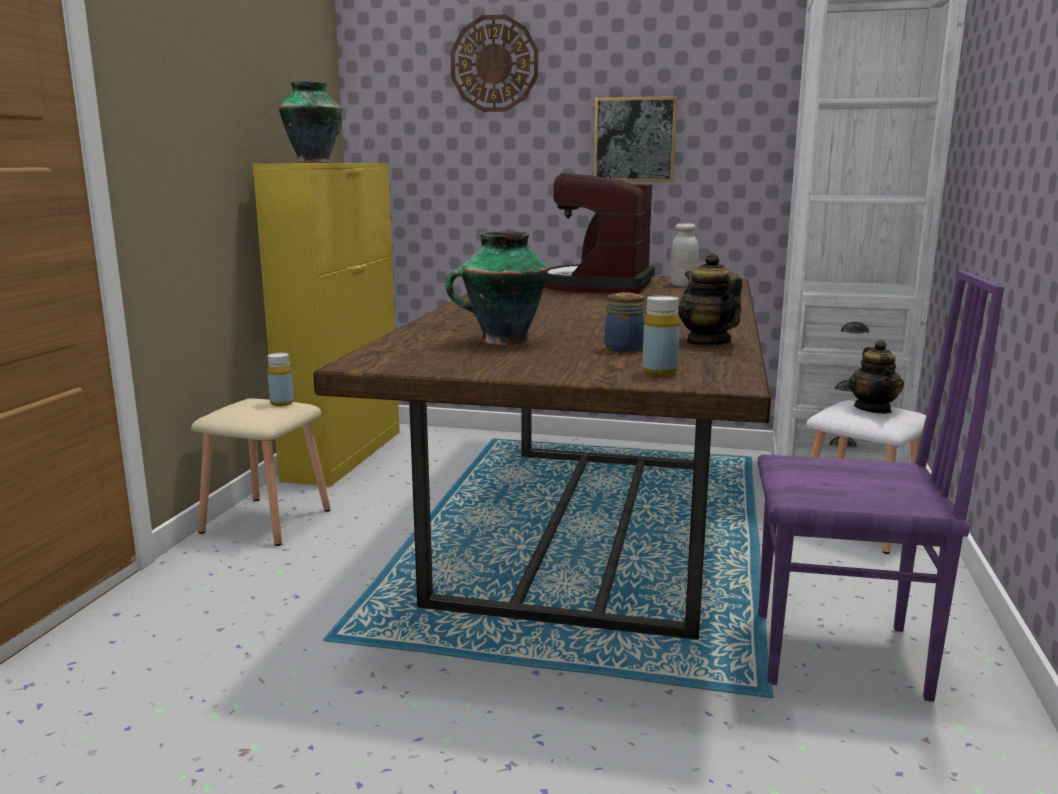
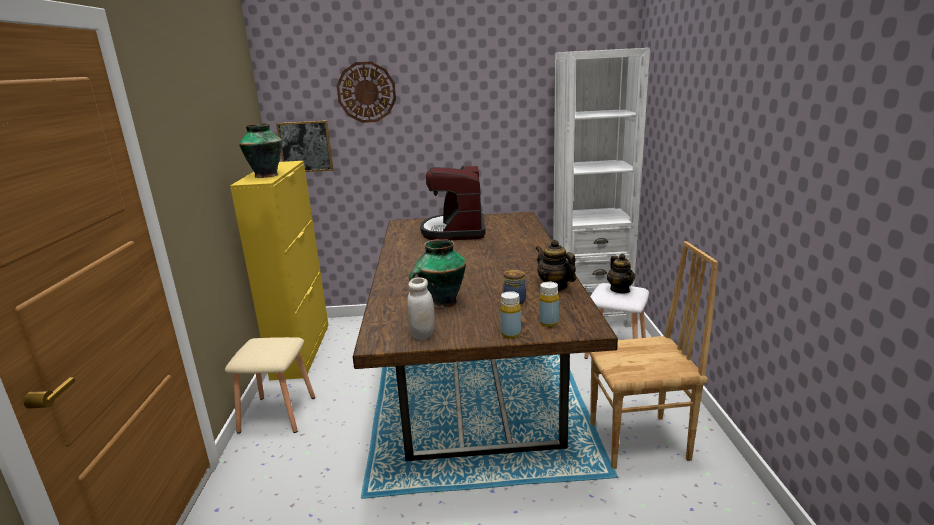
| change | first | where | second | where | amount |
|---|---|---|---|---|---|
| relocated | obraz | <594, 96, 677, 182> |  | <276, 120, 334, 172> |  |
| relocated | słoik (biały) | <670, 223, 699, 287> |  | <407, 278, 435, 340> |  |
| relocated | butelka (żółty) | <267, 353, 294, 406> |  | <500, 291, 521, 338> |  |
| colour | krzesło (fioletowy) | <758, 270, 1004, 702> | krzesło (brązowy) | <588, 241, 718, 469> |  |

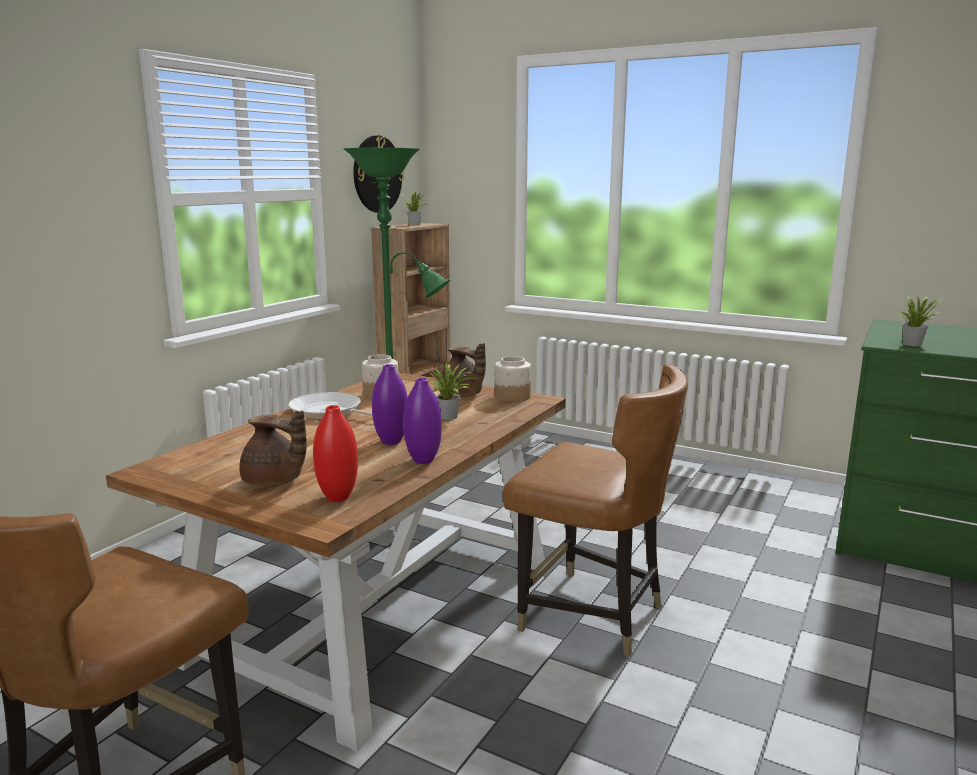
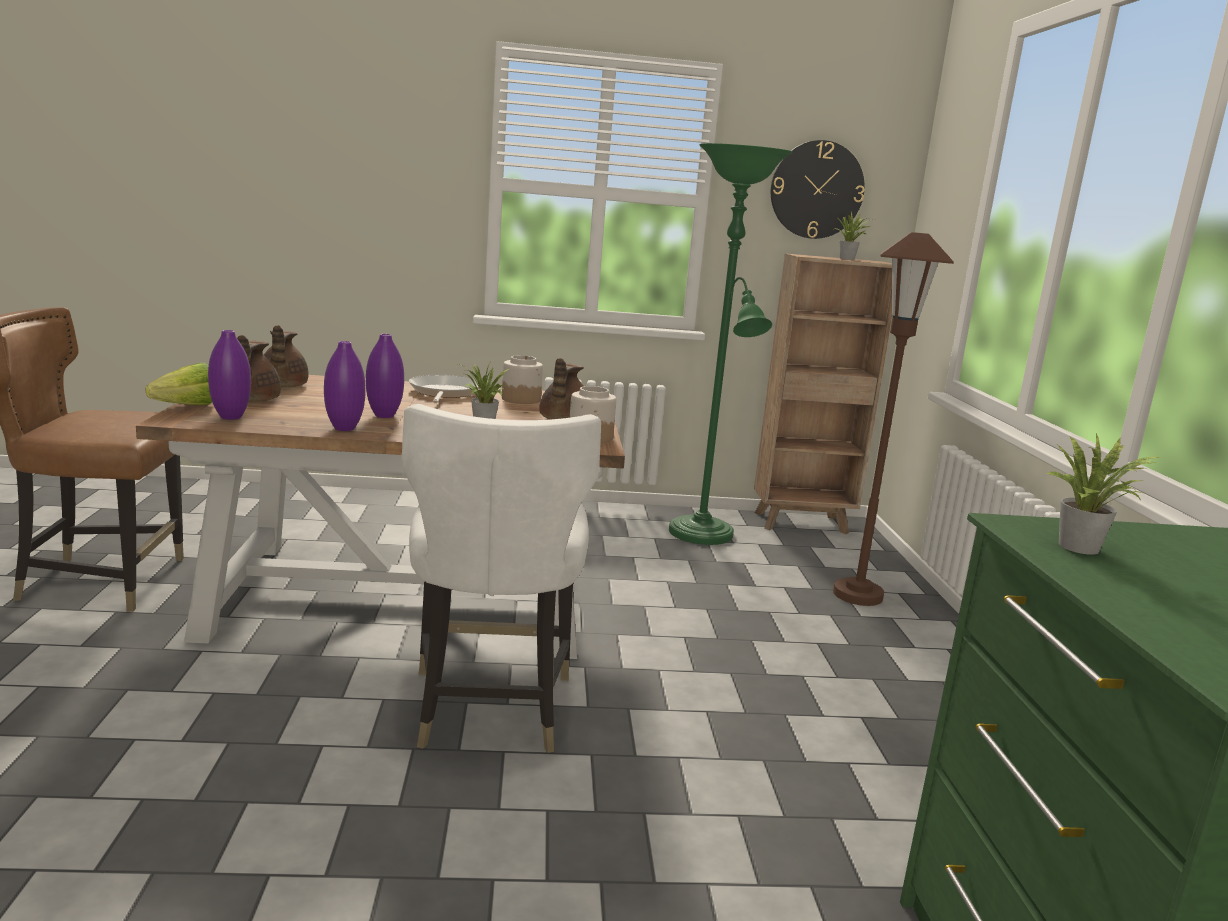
| change | first | where | second | where | amount |
|---|---|---|---|---|---|
| appeared |  |  | sałata | <146, 363, 212, 405> |  |
| colour | wazon (czerwony) | <313, 405, 358, 502> | wazon (fioletowy) | <208, 330, 251, 420> |  |
| appeared |  |  | imbryk (brązowy) | <264, 325, 309, 387> |  |
| colour | krzesło (brązowy) | <503, 365, 688, 657> | krzesło (biały) | <402, 404, 601, 753> |  |
| appeared |  |  | lampa stojąca (brązowy) | <833, 232, 954, 606> |  |

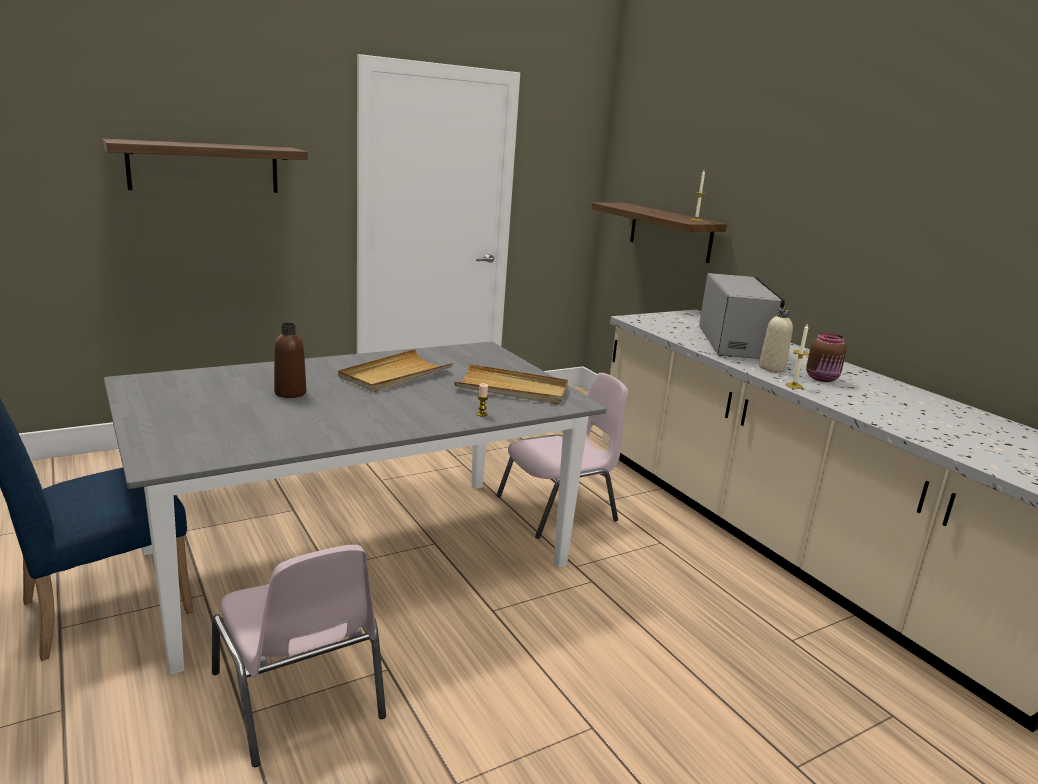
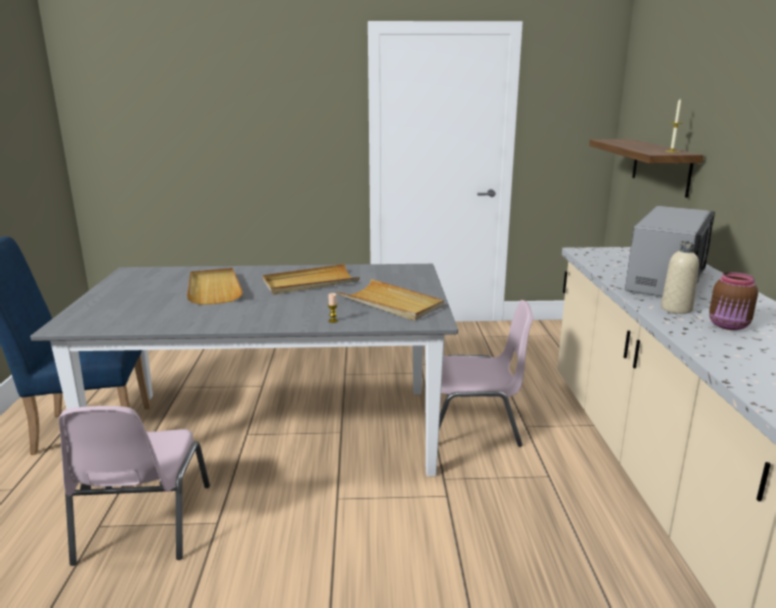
| change | first | where | second | where | amount |
|---|---|---|---|---|---|
| exchanged | butelka (brązowy) | <274, 323, 306, 398> | taca (beżowy) | <187, 268, 243, 305> |  |
| missing | półka | <102, 139, 308, 193> |  |  |  |
| missing | świeca | <785, 324, 809, 389> |  |  |  |

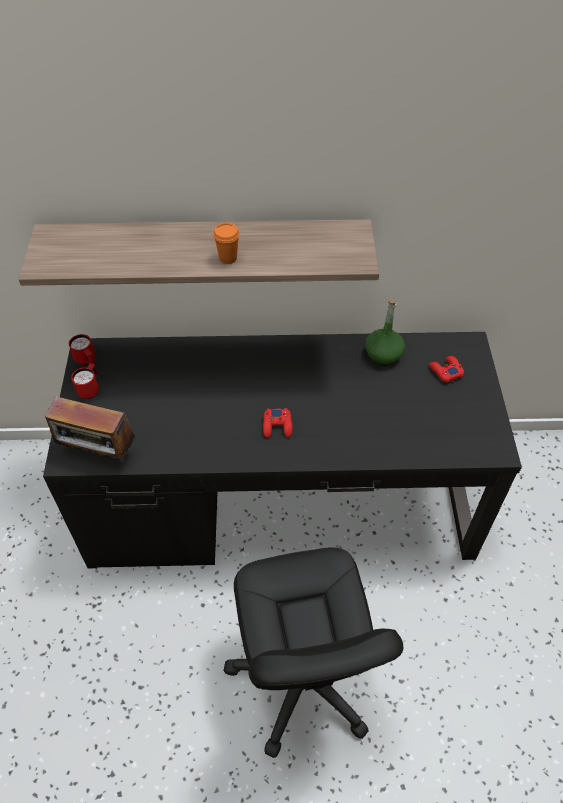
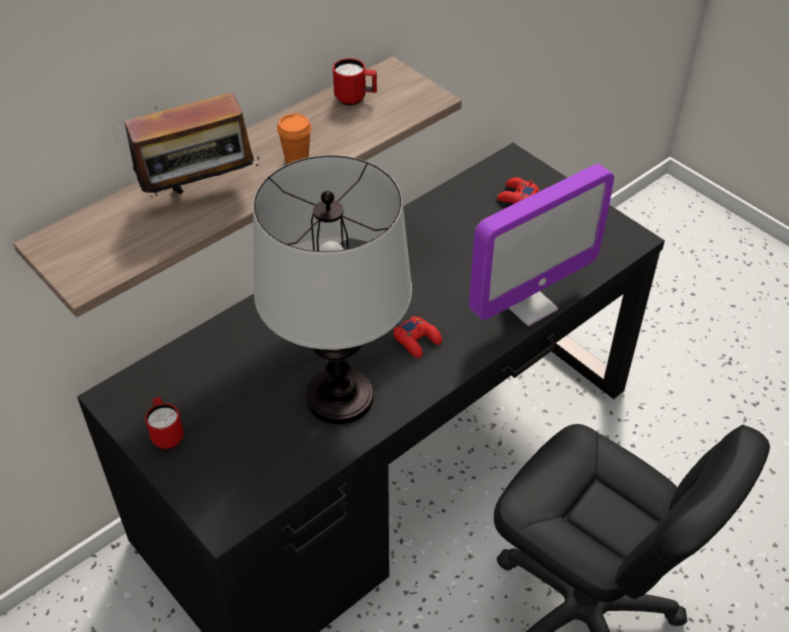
| change | first | where | second | where | amount |
|---|---|---|---|---|---|
| relocated | radio | <45, 396, 135, 464> |  | <113, 90, 261, 200> |  |
| appeared |  |  | lampa stołowa | <253, 155, 412, 424> |  |
| relocated | kubek (czerwony) | <69, 334, 95, 365> |  | <333, 58, 377, 105> |  |
| appeared |  |  | monitor | <469, 164, 614, 326> |  |
| missing | butelka (zielony) | <365, 299, 405, 366> |  |  |  |

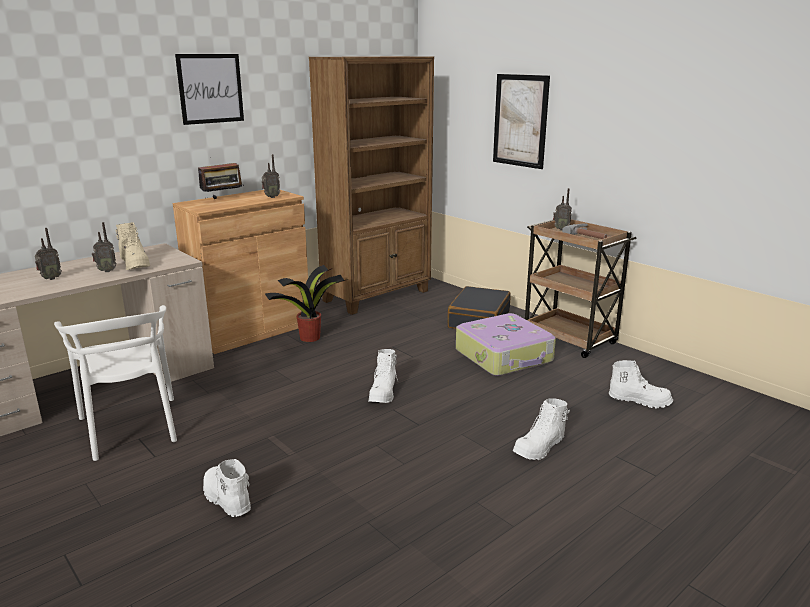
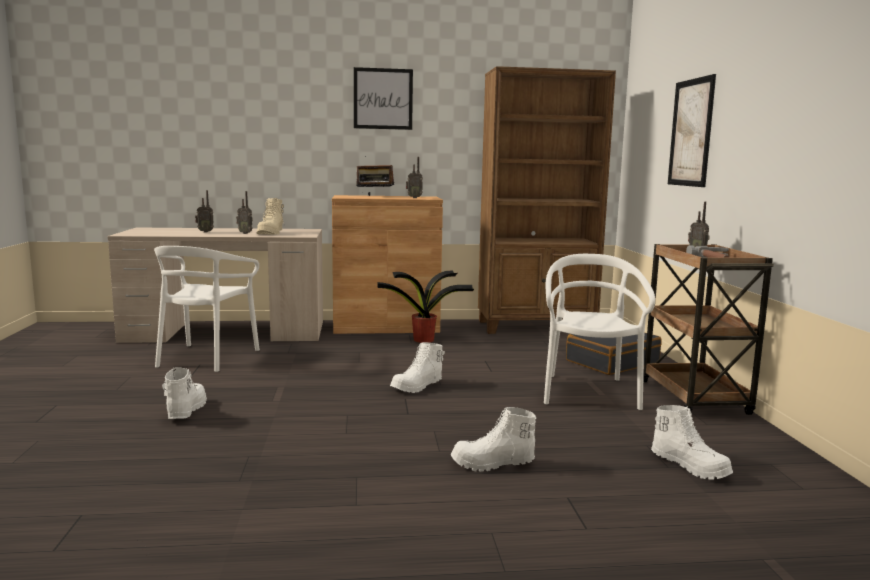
| change | first | where | second | where | amount |
|---|---|---|---|---|---|
| exchanged | walizka | <456, 313, 556, 376> | krzesło (biały) | <544, 254, 655, 410> |  |

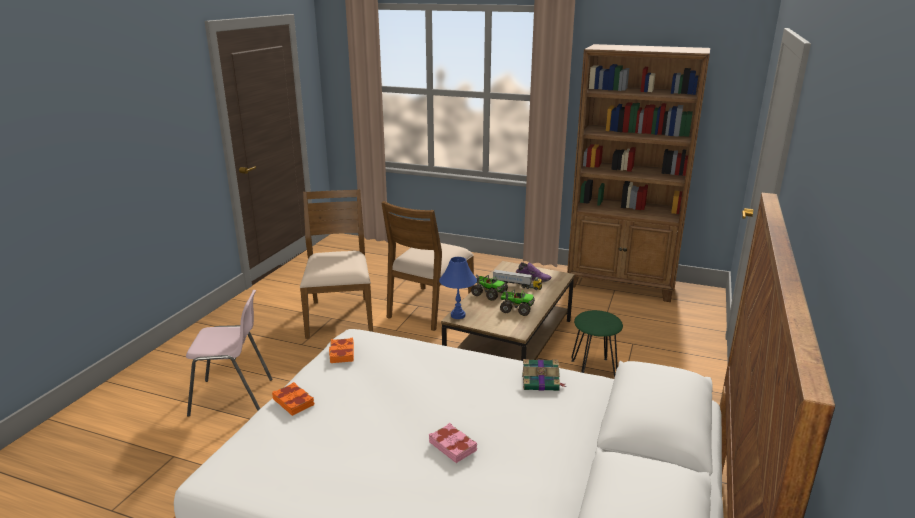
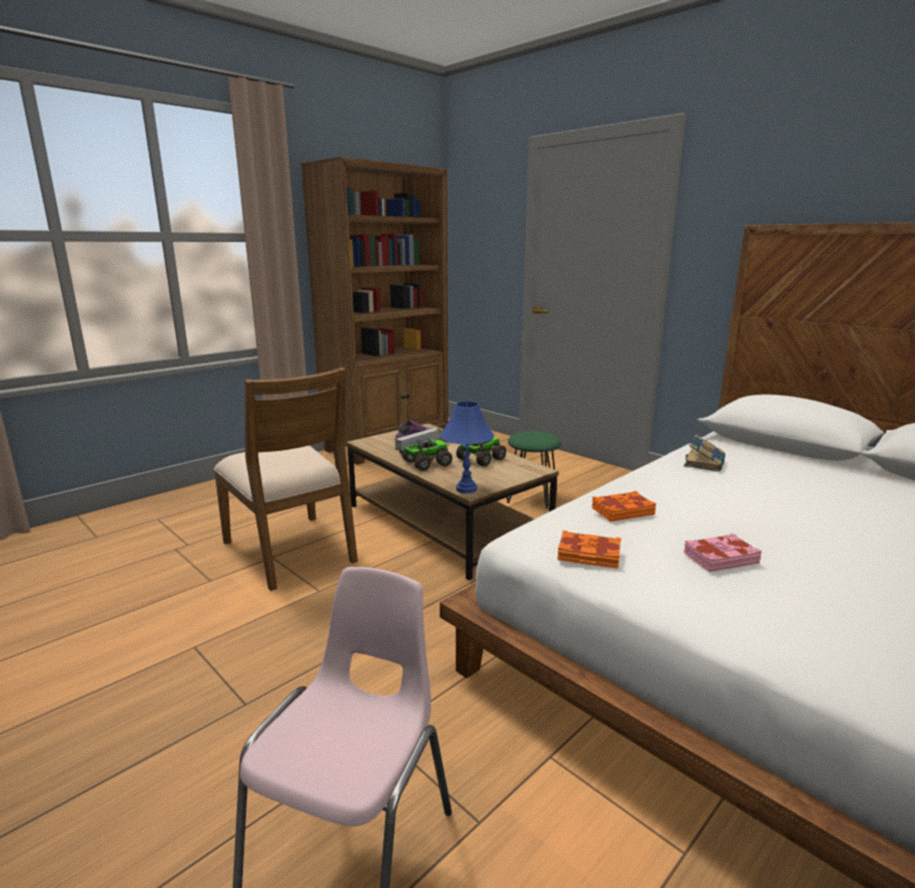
| change | first | where | second | where | amount |
|---|---|---|---|---|---|
| relocated | książka (pomarańczowy) | <272, 382, 314, 416> |  | <592, 491, 656, 522> |  |
| relocated | książka (różowy) | <429, 423, 477, 463> |  | <684, 533, 761, 572> |  |
| missing | krzesło (brązowy) | <300, 189, 373, 339> |  |  |  |

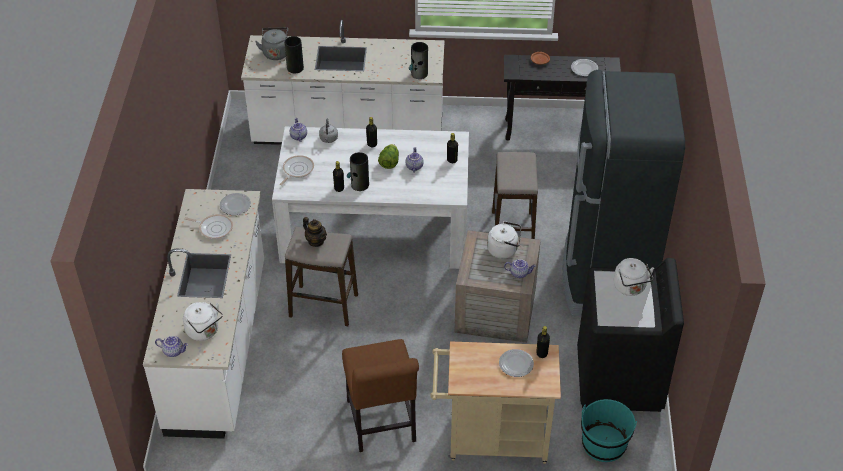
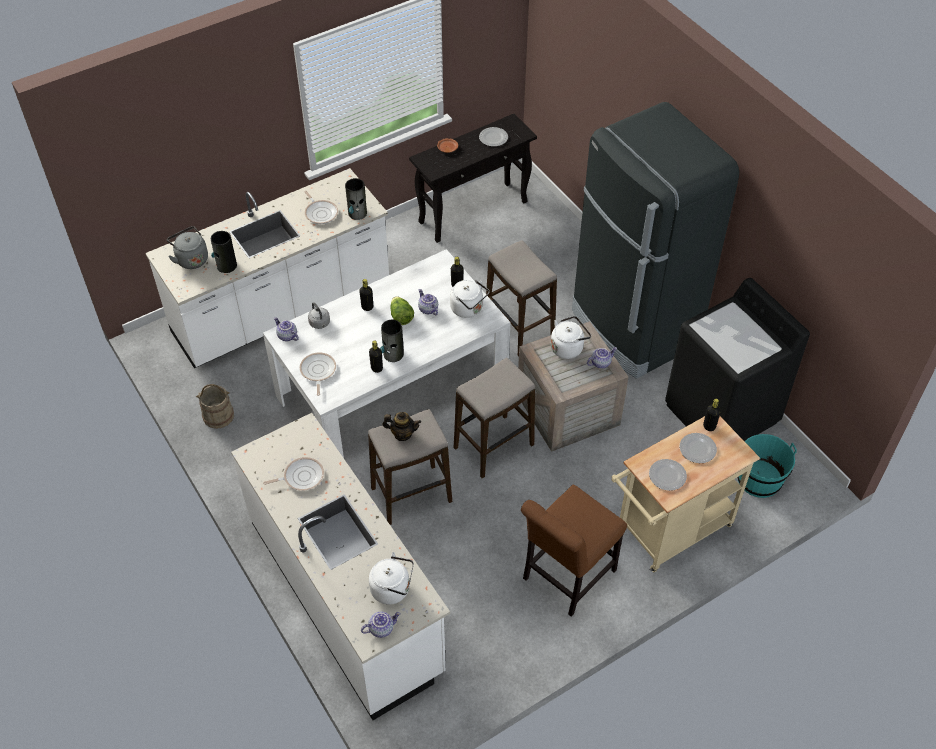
| change | first | where | second | where | amount |
|---|---|---|---|---|---|
| appeared |  |  | wiadro (beżowy) | <196, 384, 234, 429> |  |
| appeared |  |  | patelnia | <304, 191, 338, 224> |  |
| relocated | czajnik (biały) | <614, 258, 654, 296> |  | <450, 280, 490, 318> |  |
| appeared |  |  | stołek | <454, 358, 535, 478> |  |
| spun | krzesło (brązowy) | <342, 339, 419, 452> |  | <521, 485, 627, 617> | 90 degrees clockwise |
| relocated | talerz | <220, 193, 251, 215> |  | <649, 459, 687, 491> |  |

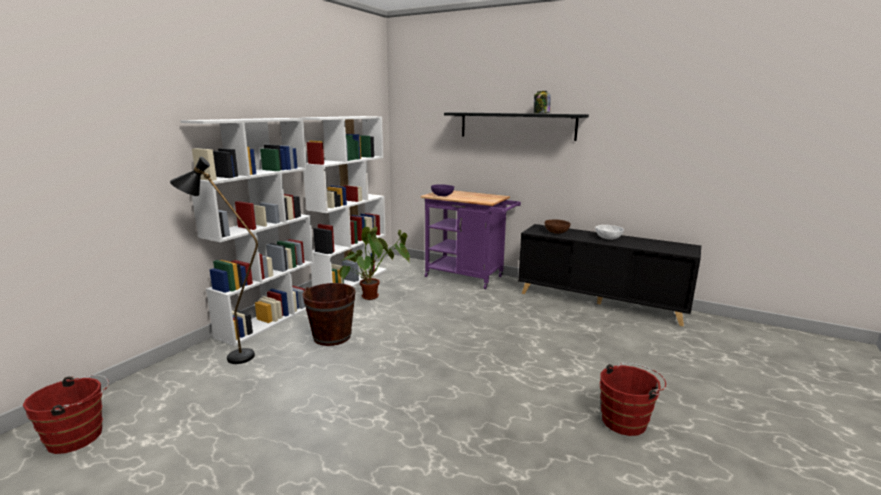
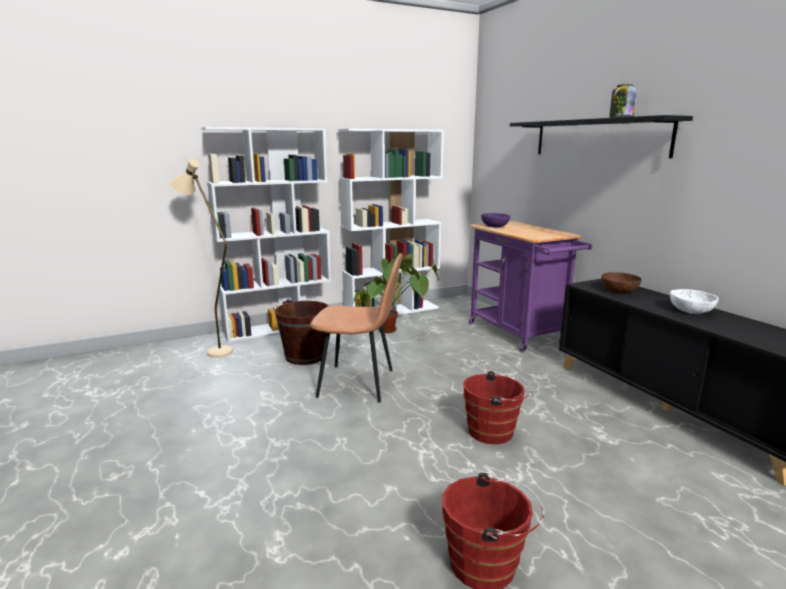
| change | first | where | second | where | amount |
|---|---|---|---|---|---|
| colour | lampa stojąca (czarny) | <170, 156, 258, 364> | lampa stojąca (beżowy) | <170, 158, 233, 358> |  |
| appeared |  |  | krzesło (brązowy) | <310, 253, 403, 402> |  |
| relocated | wiadro (czerwony) | <23, 375, 109, 454> |  | <463, 371, 532, 444> |  |

